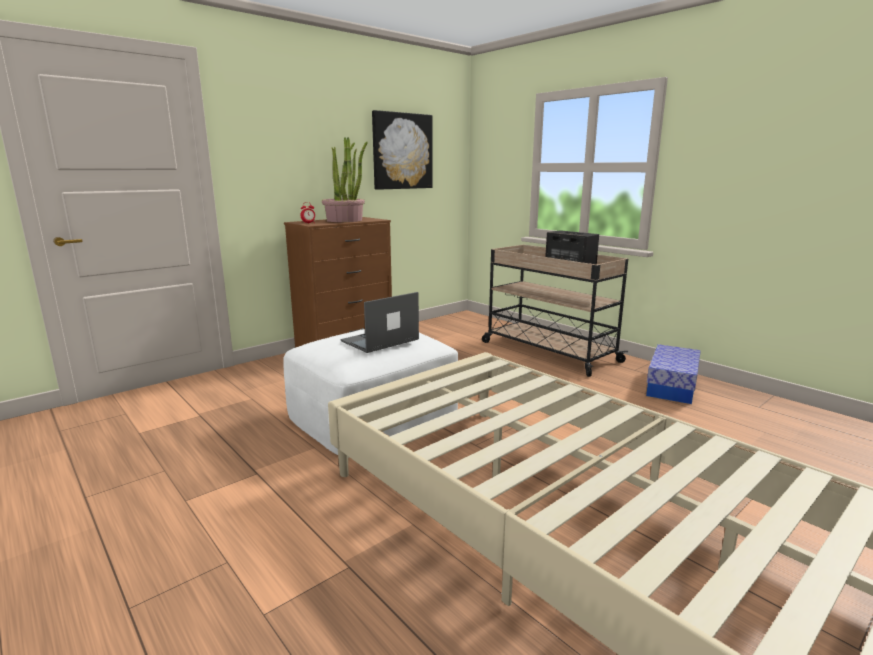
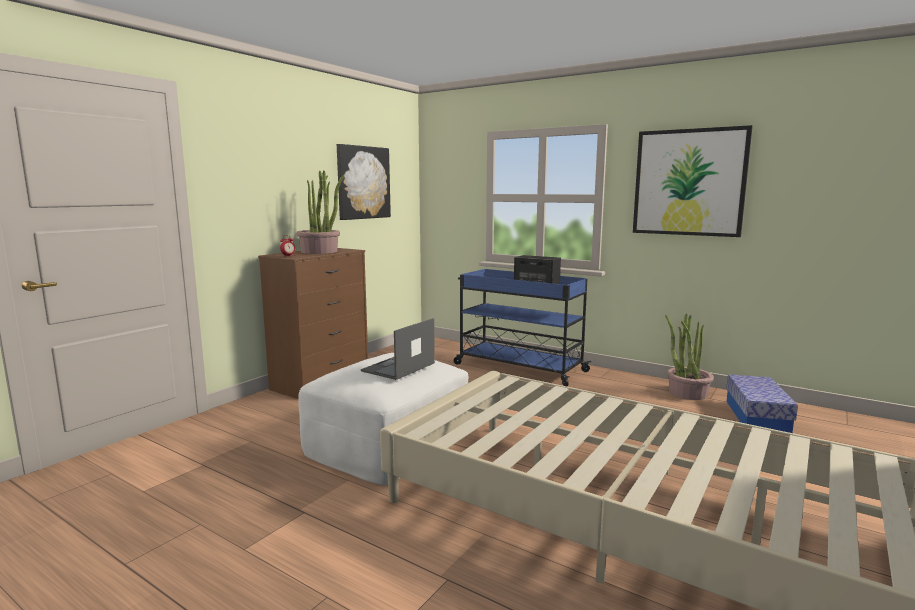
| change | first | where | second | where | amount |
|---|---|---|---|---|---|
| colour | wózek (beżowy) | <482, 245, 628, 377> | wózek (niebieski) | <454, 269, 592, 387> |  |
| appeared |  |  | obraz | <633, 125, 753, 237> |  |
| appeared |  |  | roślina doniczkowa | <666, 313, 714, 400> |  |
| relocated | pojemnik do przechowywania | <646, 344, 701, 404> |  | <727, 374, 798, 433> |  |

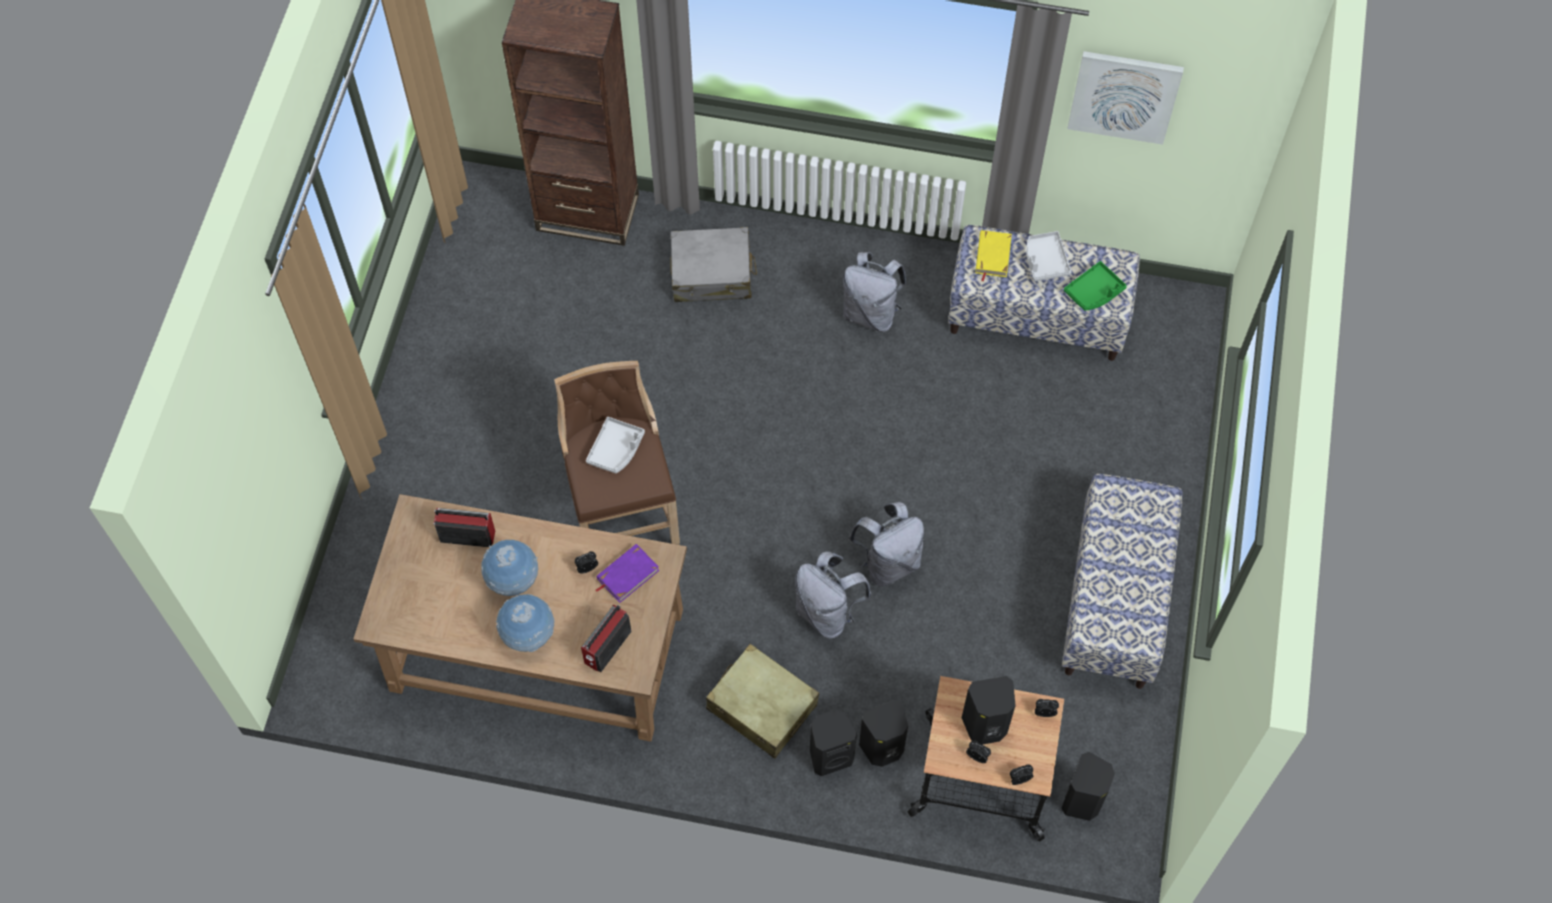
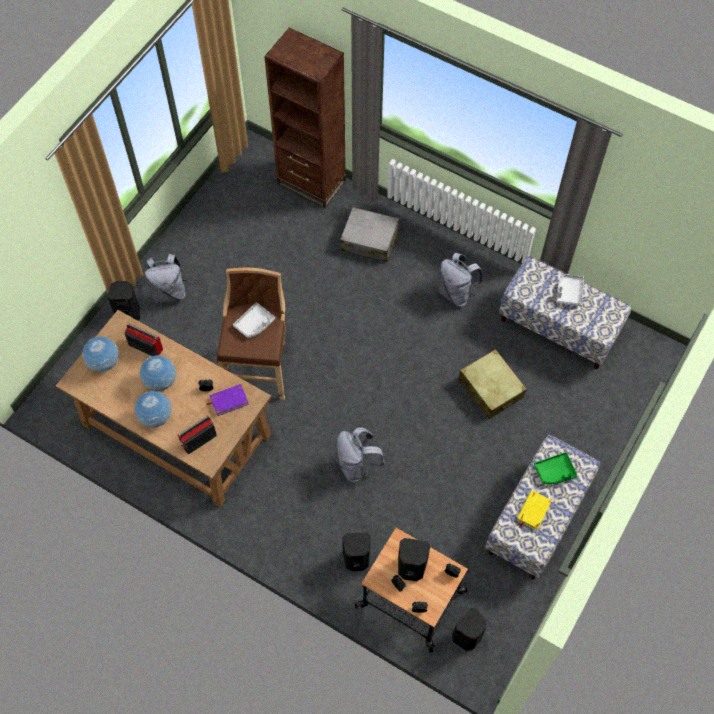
| change | first | where | second | where | amount |
|---|---|---|---|---|---|
| appeared |  |  | globus | <82, 336, 119, 372> |  |
| relocated | głośnik (czarny) | <810, 710, 857, 776> |  | <107, 281, 140, 321> |  |
| relocated | plecak (szary) | <848, 502, 924, 587> |  | <145, 254, 187, 303> |  |
| relocated | walizka (beżowy) | <706, 643, 819, 759> |  | <458, 349, 527, 419> |  |
| relocated | książka (żółty) | <975, 230, 1012, 281> |  | <517, 490, 552, 530> |  |
| relocated | taca (zielony) | <1064, 261, 1127, 311> |  | <534, 452, 578, 484> |  |
| missing | obraz | <1067, 51, 1184, 145> |  |  |  |

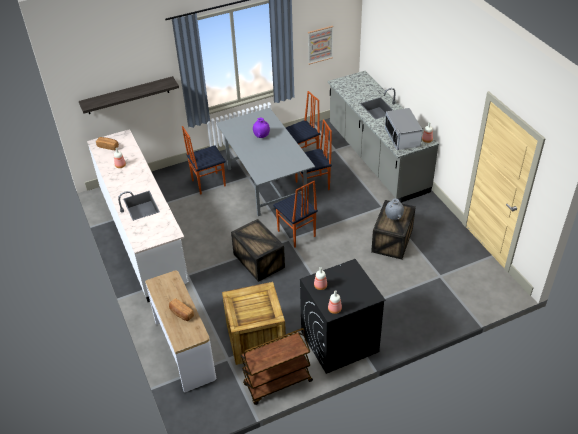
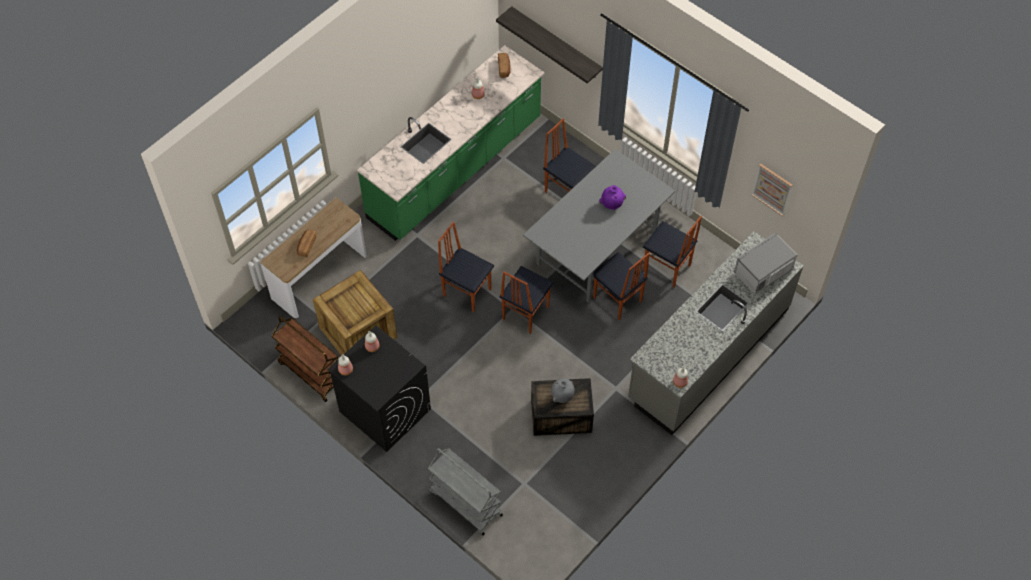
| change | first | where | second | where | amount |
|---|---|---|---|---|---|
| colour | zabudowa kuchenna (biały) | <87, 129, 189, 302> | zabudowa kuchenna (zielony) | <357, 45, 545, 241> |  |
| appeared |  |  | wózek (szary) | <428, 448, 503, 536> |  |
| exchanged | skrzynka | <231, 219, 285, 282> | krzesło | <438, 221, 494, 312> |  |
| relocated | mikrofalówka | <385, 108, 423, 150> |  | <734, 233, 797, 295> |  |

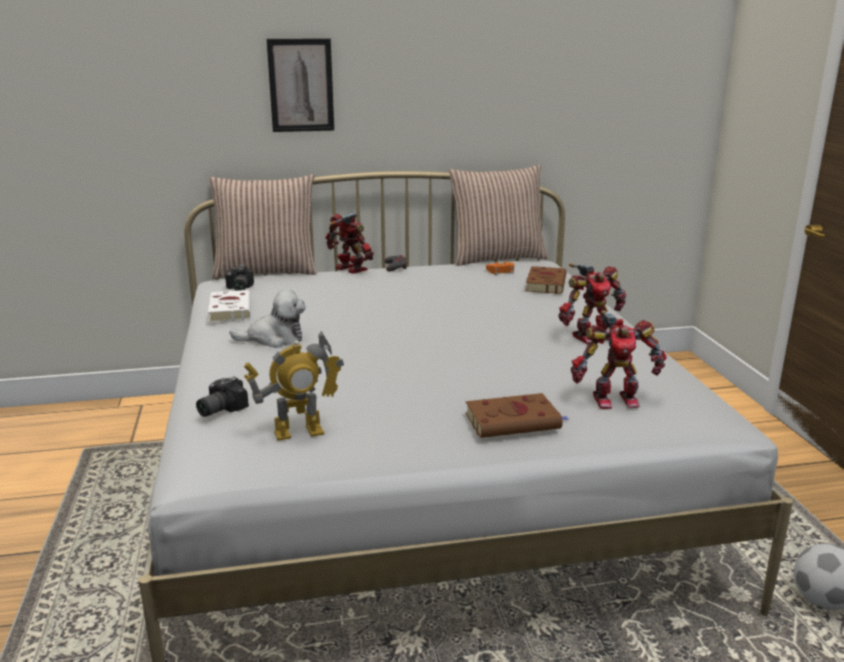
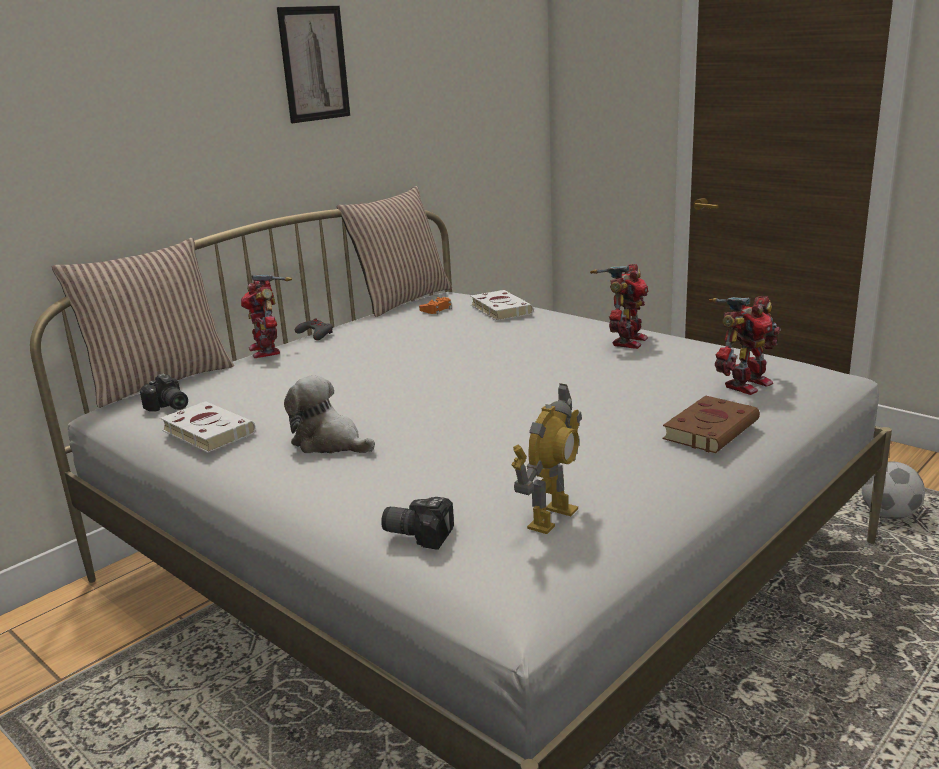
| change | first | where | second | where | amount |
|---|---|---|---|---|---|
| spun | robot zabawkowy | <325, 213, 374, 274> |  | <241, 275, 292, 358> | 120 degrees counterclockwise |
| relocated | obraz | <267, 38, 334, 132> |  | <277, 6, 350, 123> |  |
| spun | pluszak | <229, 289, 306, 348> |  | <284, 375, 375, 453> | 105 degrees counterclockwise |
| spun | aparat fotograficzny | <196, 377, 249, 417> |  | <381, 497, 454, 550> | 105 degrees clockwise |
| colour | książka (brązowy) | <526, 266, 567, 294> | książka (biały) | <471, 290, 533, 321> |  |

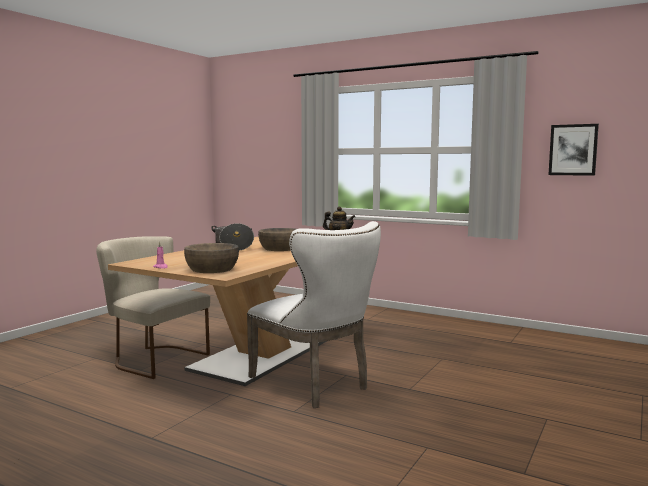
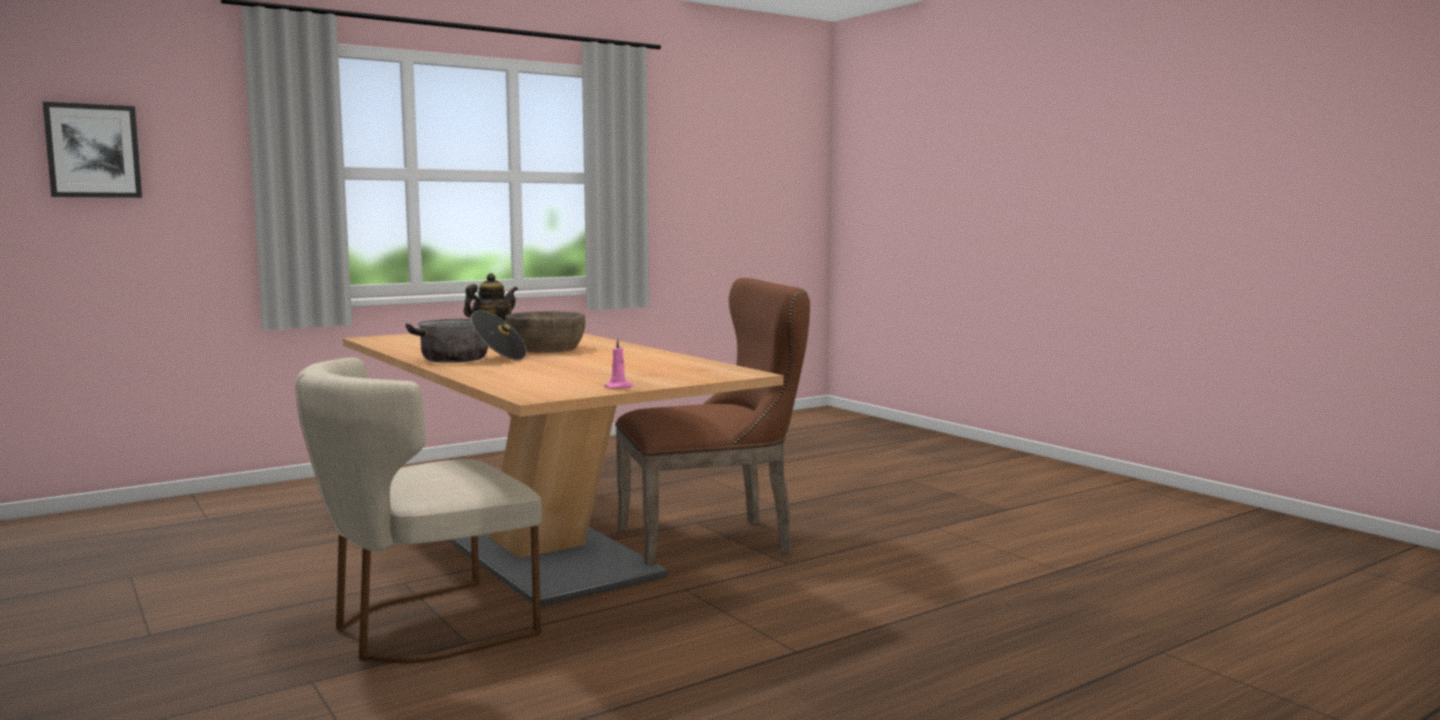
| change | first | where | second | where | amount |
|---|---|---|---|---|---|
| relocated | obraz | <548, 124, 599, 176> |  | <42, 102, 142, 198> |  |
| colour | krzesło (biały) | <247, 221, 381, 408> | krzesło (brązowy) | <615, 278, 810, 565> |  |
| missing | miska (brązowy) | <184, 243, 239, 273> |  |  |  |

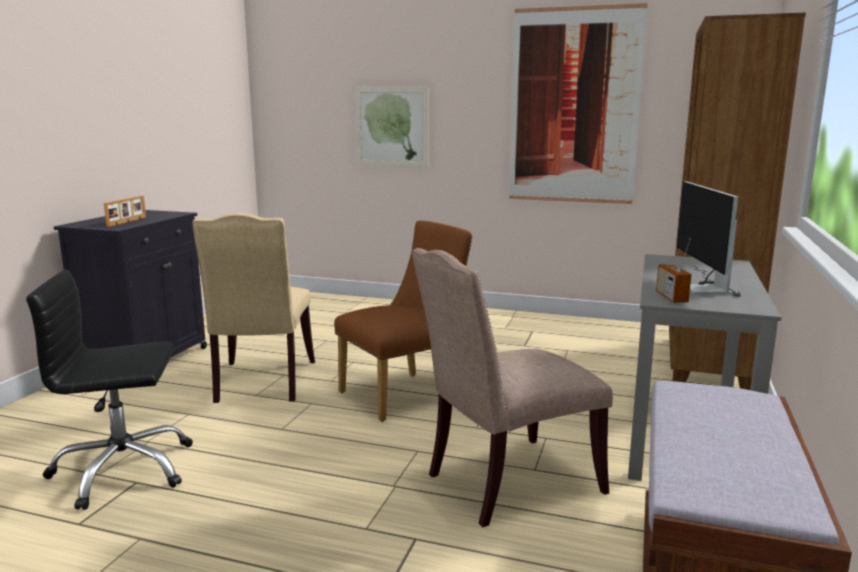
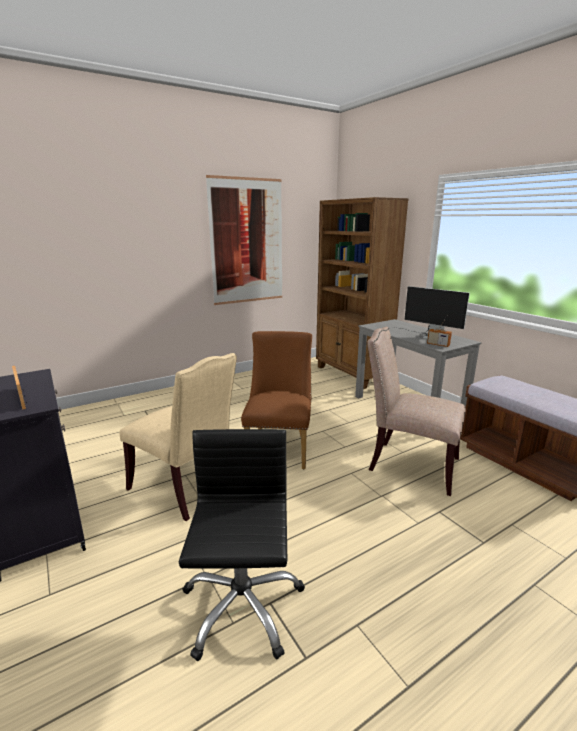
| change | first | where | second | where | amount |
|---|---|---|---|---|---|
| spun | krzesło biurowe (czarny) | <26, 270, 193, 510> |  | <179, 429, 305, 661> | 150 degrees clockwise |
| spun | krzesło (beżowy) | <412, 248, 613, 527> |  | <367, 327, 466, 496> | 105 degrees clockwise |
| missing | obraz | <355, 86, 429, 167> |  |  |  |

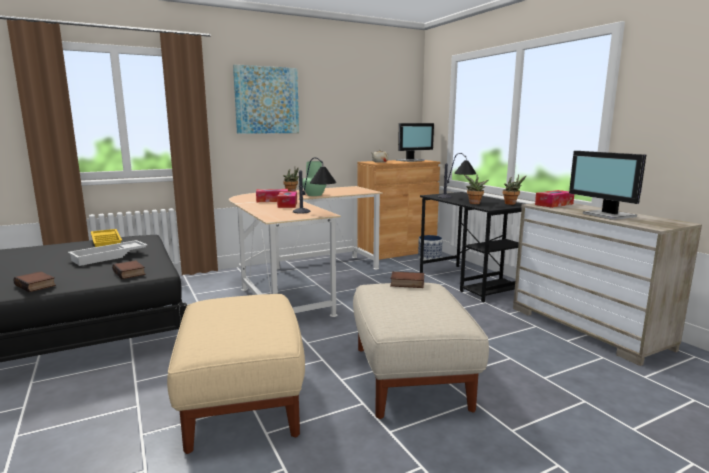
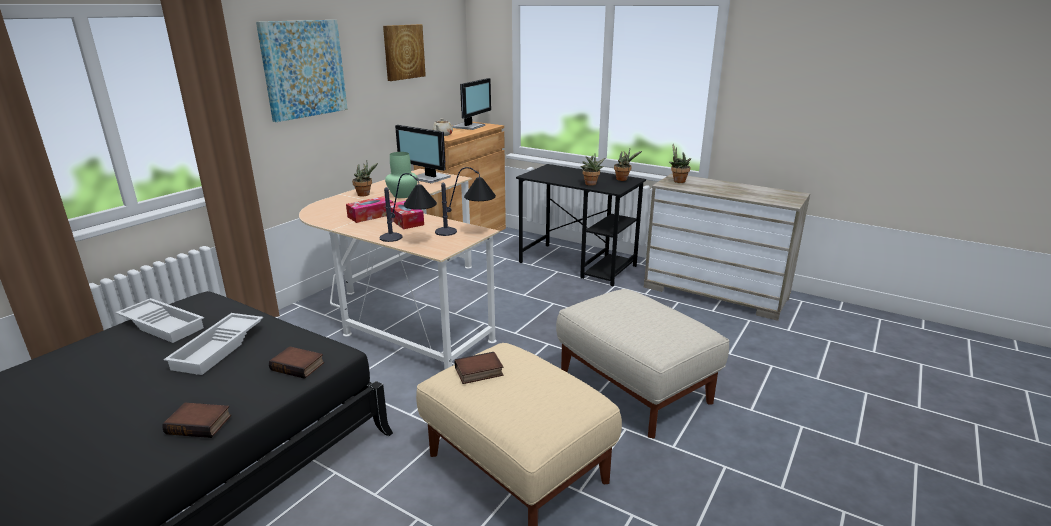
| change | first | where | second | where | amount |
|---|---|---|---|---|---|
| colour | taca (żółty) | <91, 229, 122, 247> | taca (biały) | <115, 298, 204, 343> |  |
| relocated | lampa stołowa | <438, 153, 476, 198> |  | <380, 173, 437, 242> |  |
| appeared |  |  | obraz | <383, 24, 426, 81> |  |
| relocated | monitor | <569, 151, 646, 220> |  | <395, 125, 451, 183> |  |
| relocated | książka | <390, 271, 424, 288> |  | <455, 352, 504, 384> |  |
| exchanged | pudełko chusteczek | <535, 190, 574, 208> | roślina doniczkowa | <669, 144, 691, 183> |  |
| missing | donica | <418, 235, 443, 260> |  |  |  |

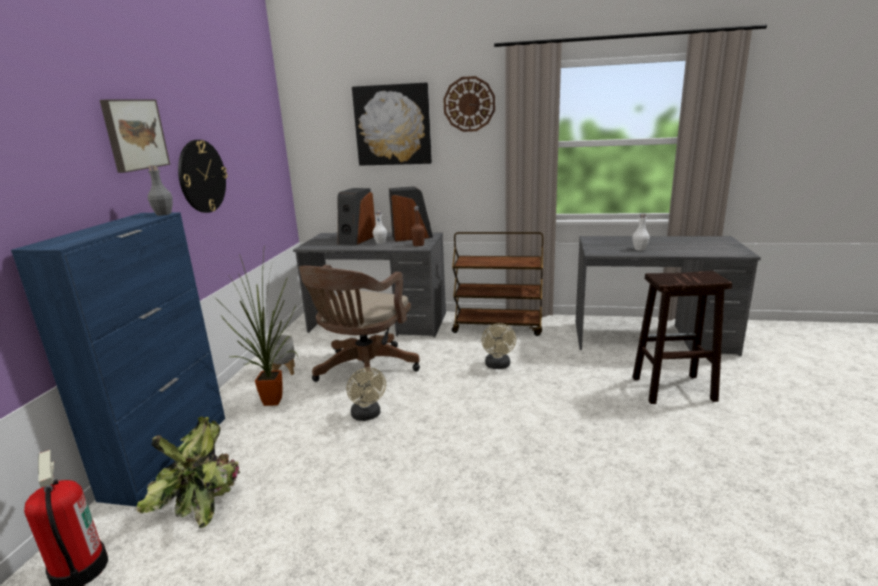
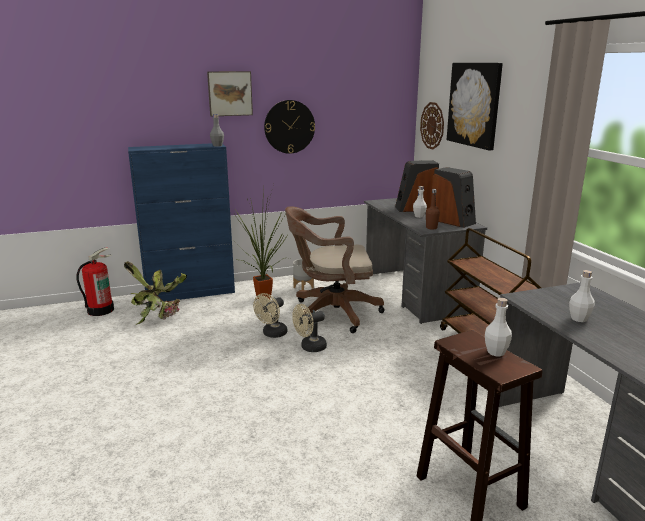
| change | first | where | second | where | amount |
|---|---|---|---|---|---|
| relocated | wentylator (beżowy) | <482, 323, 516, 369> |  | <292, 304, 327, 352> |  |
| relocated | zegar ścienny | <443, 76, 495, 132> |  | <420, 102, 444, 149> |  |
| appeared |  |  | butelka (biały) | <485, 298, 512, 356> |  |

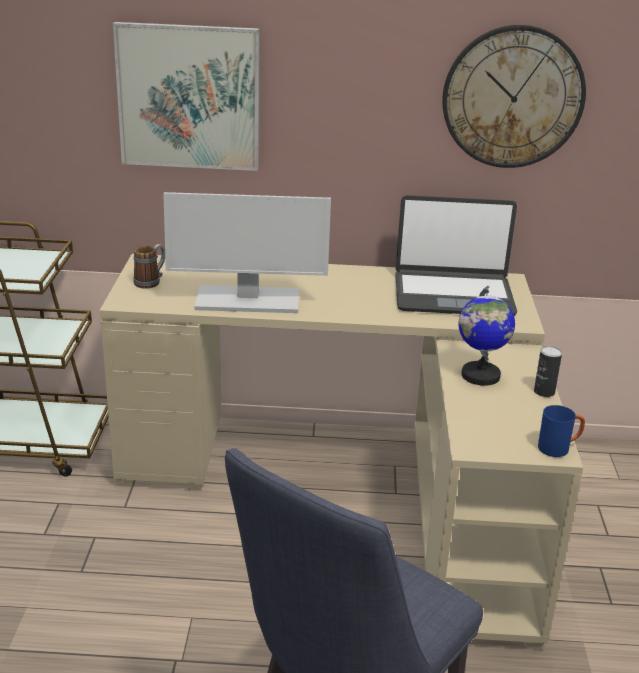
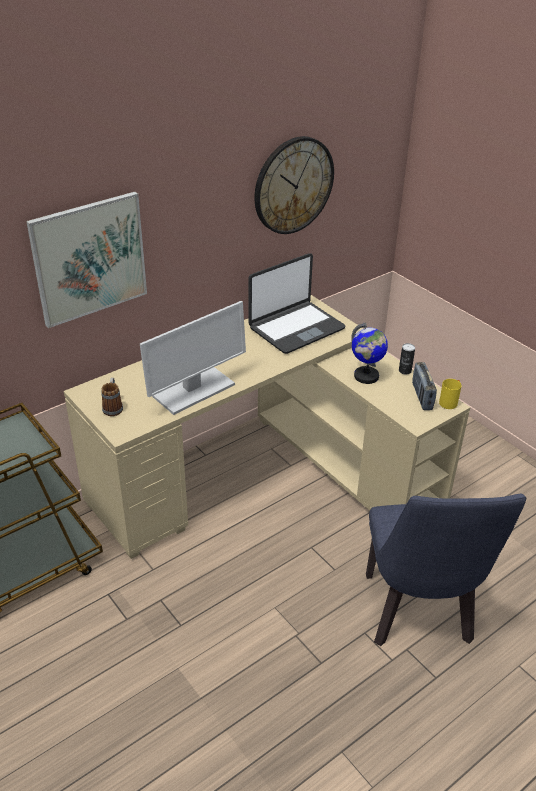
| change | first | where | second | where | amount |
|---|---|---|---|---|---|
| appeared |  |  | radio | <412, 362, 437, 410> |  |
| colour | kubek (niebieski) | <538, 405, 585, 457> | kubek (żółty) | <439, 379, 462, 409> |  |

